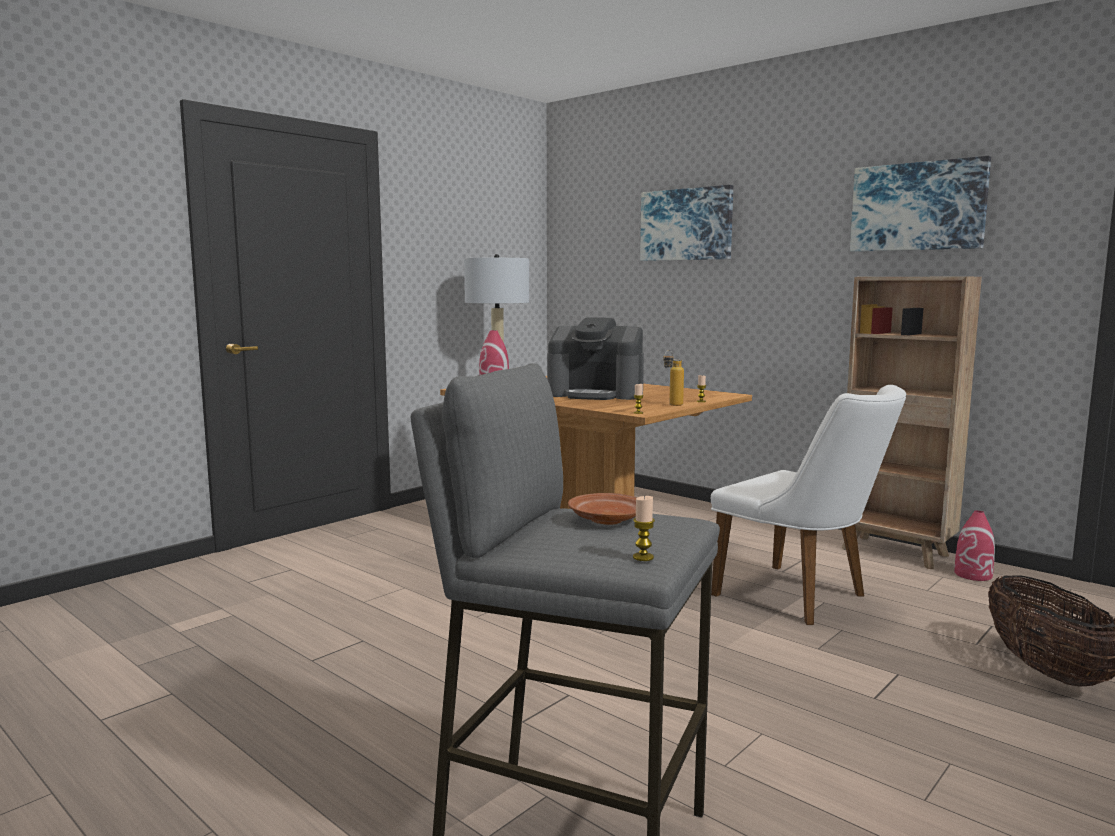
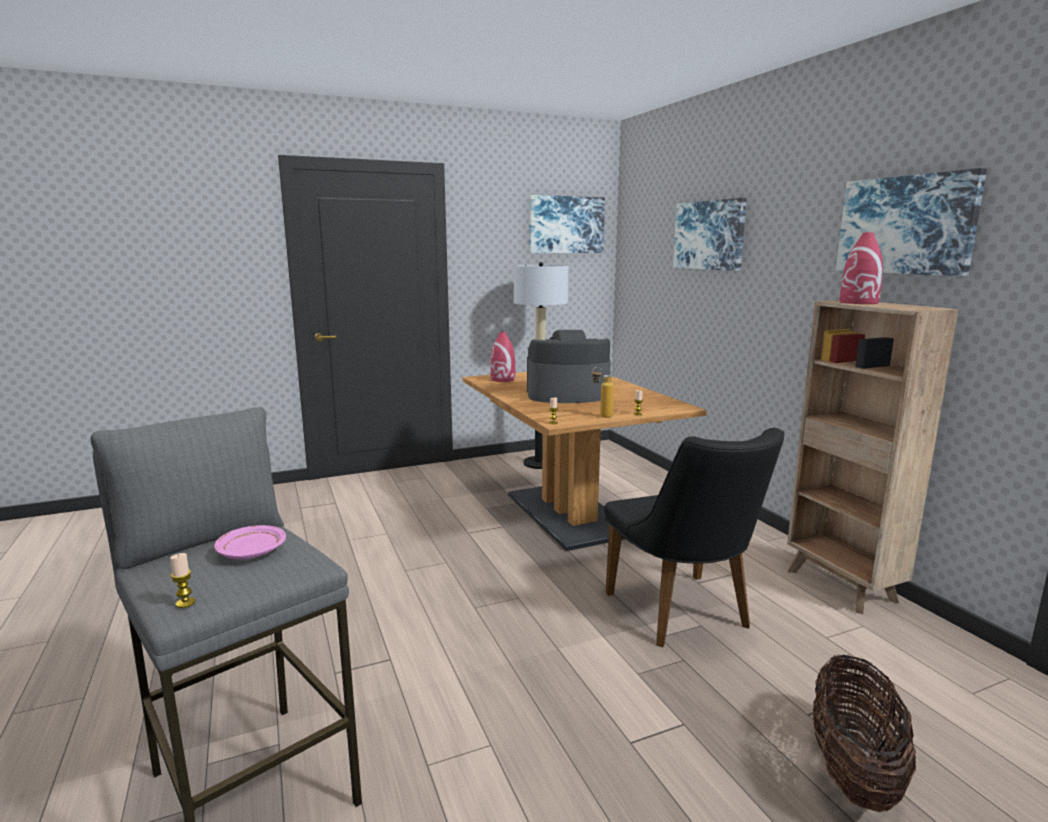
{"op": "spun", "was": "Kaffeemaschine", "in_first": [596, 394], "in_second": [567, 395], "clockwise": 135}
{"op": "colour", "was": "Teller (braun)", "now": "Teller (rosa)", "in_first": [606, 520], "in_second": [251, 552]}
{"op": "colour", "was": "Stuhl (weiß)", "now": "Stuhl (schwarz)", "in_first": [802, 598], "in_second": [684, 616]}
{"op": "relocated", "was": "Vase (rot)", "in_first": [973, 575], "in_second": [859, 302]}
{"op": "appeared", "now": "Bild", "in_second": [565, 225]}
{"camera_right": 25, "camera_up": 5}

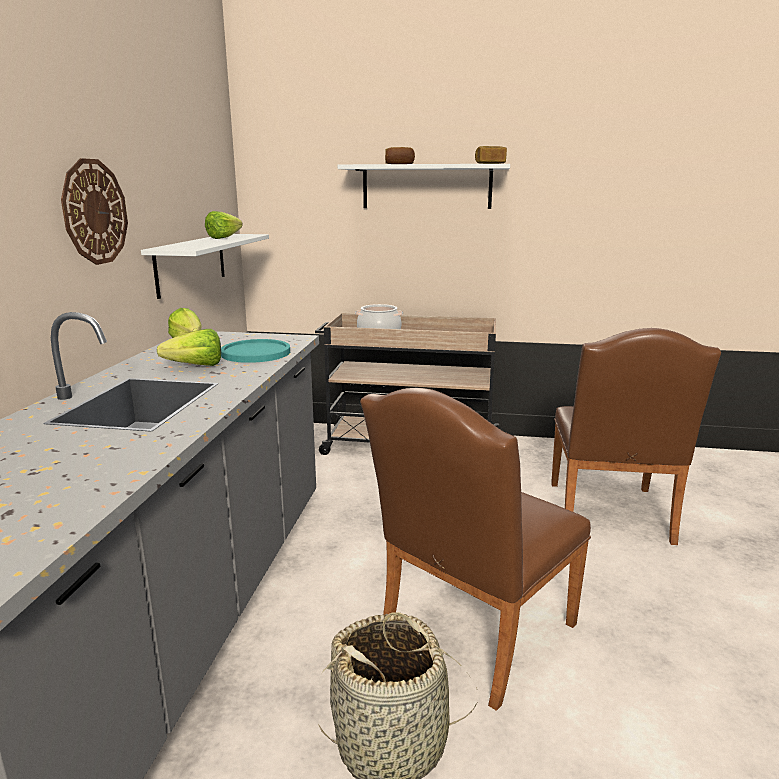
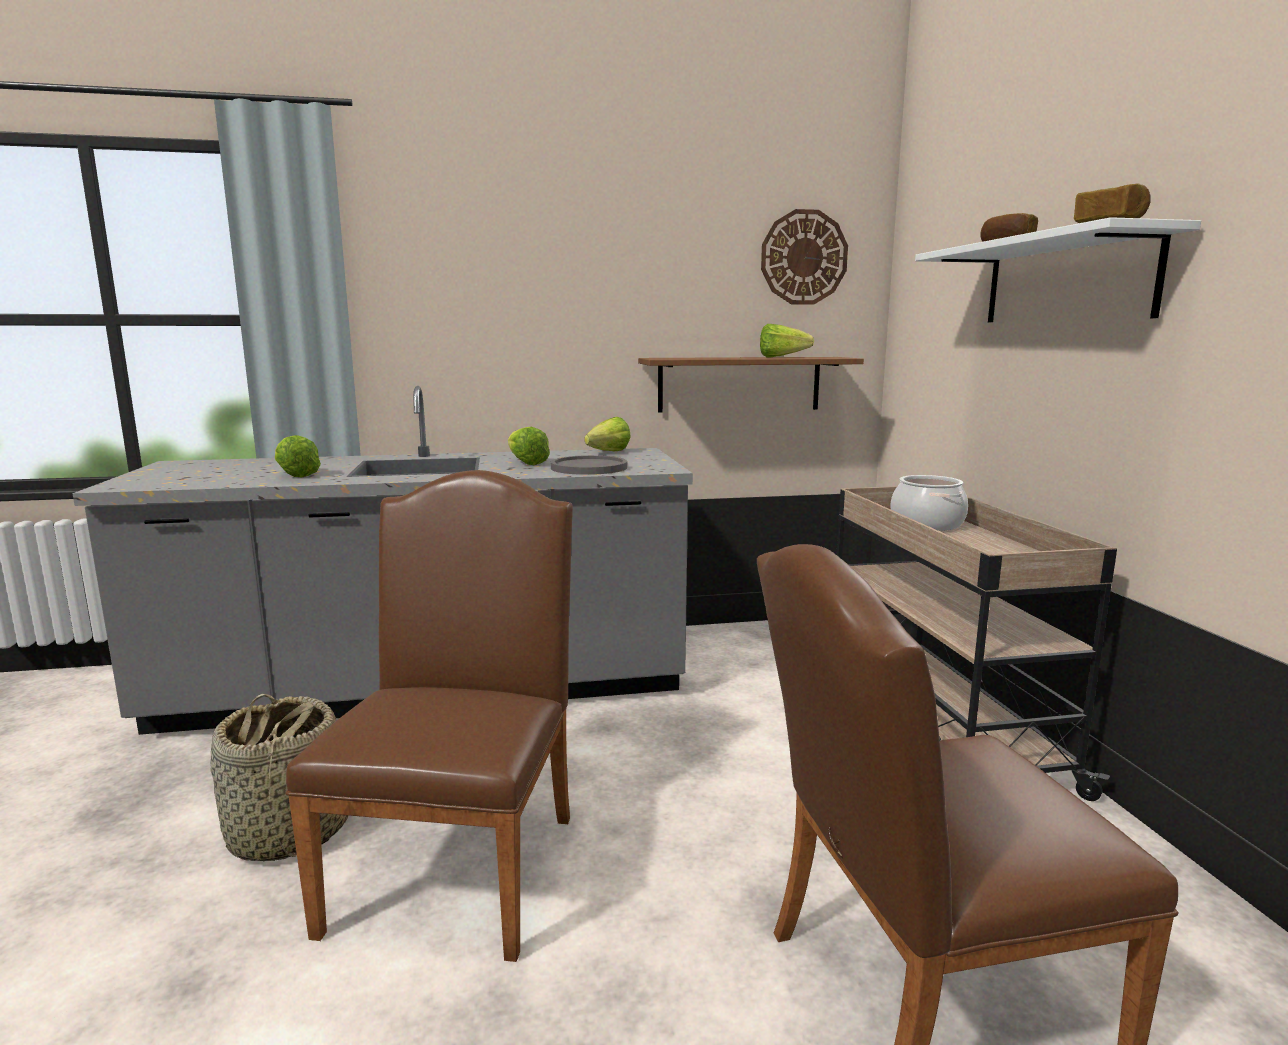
{"op": "relocated", "was": "Wanduhr", "in_first": [95, 212], "in_second": [804, 257]}
{"op": "colour", "was": "Wandregal (weiß)", "now": "Wandregal (braun)", "in_first": [191, 263], "in_second": [739, 384]}
{"op": "colour", "was": "Teller (türkis)", "now": "Teller (grau)", "in_first": [255, 353], "in_second": [589, 467]}
{"op": "spun", "was": "Stuhl (braun)", "in_first": [470, 636], "in_second": [461, 859], "clockwise": 75}
{"op": "appeared", "now": "Salatkopf", "in_second": [295, 474]}
{"camera_right": 70, "camera_up": -5}

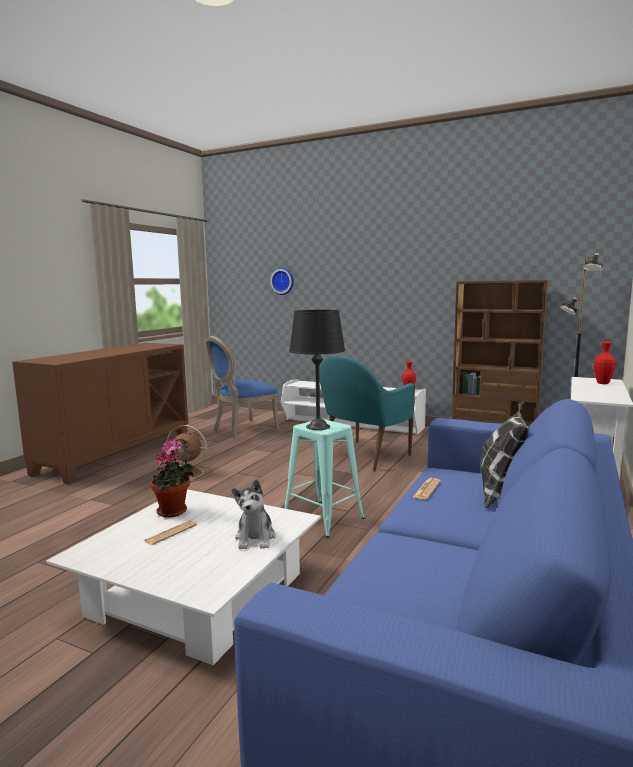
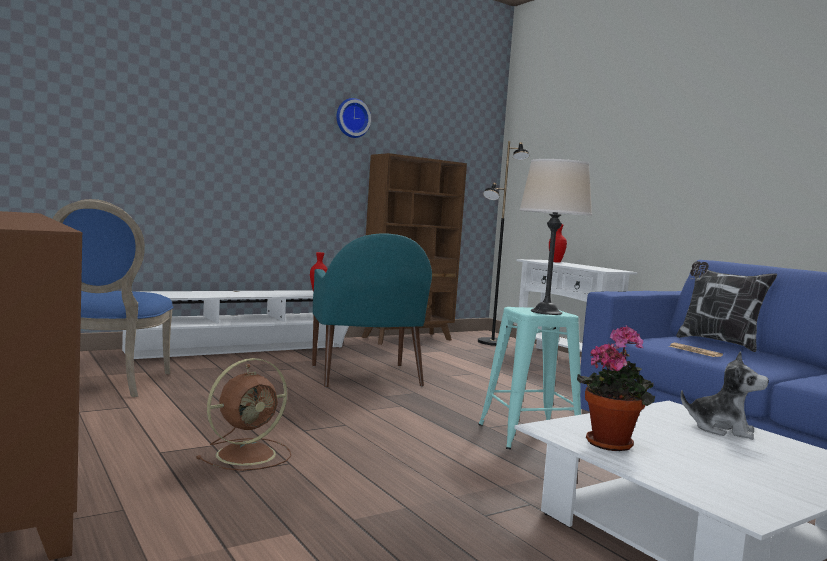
{"op": "missing", "was": "Zeitung", "in_first": [170, 533]}
{"op": "relocated", "was": "Wanduhr", "in_first": [283, 281], "in_second": [352, 118]}
{"op": "colour", "was": "Tischlampe (schwarz)", "now": "Tischlampe (beige)", "in_first": [318, 427], "in_second": [546, 312]}
{"camera_right": -60, "camera_up": -5}

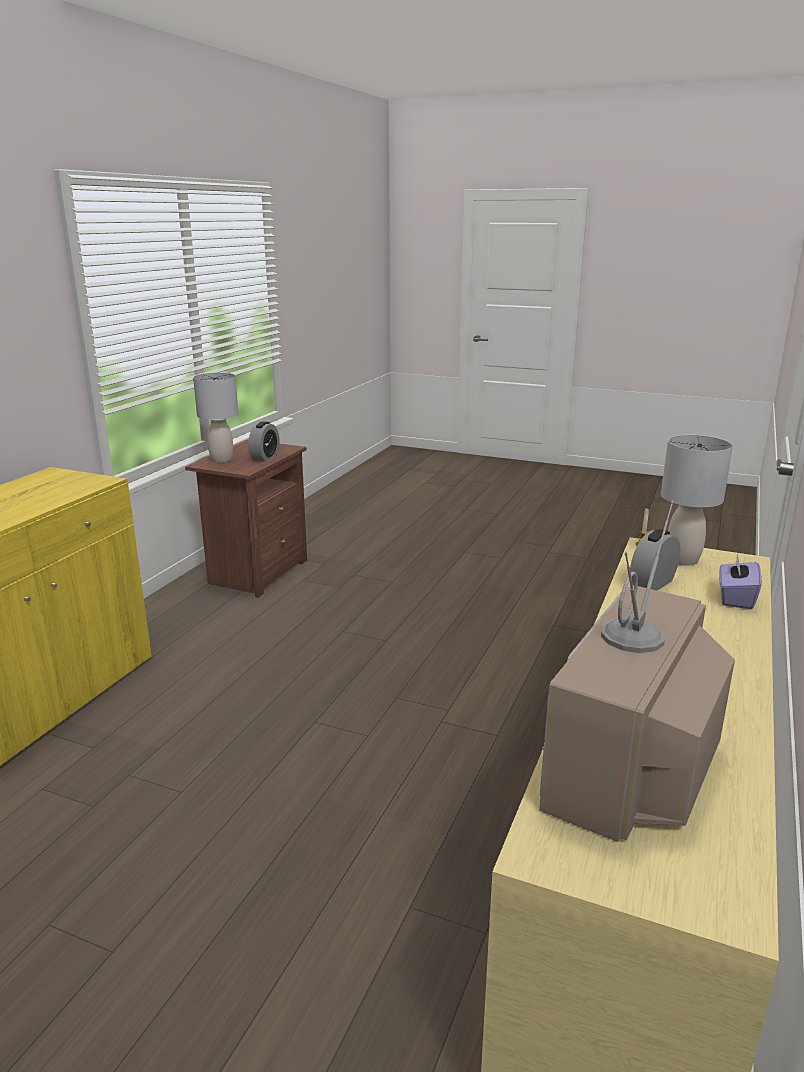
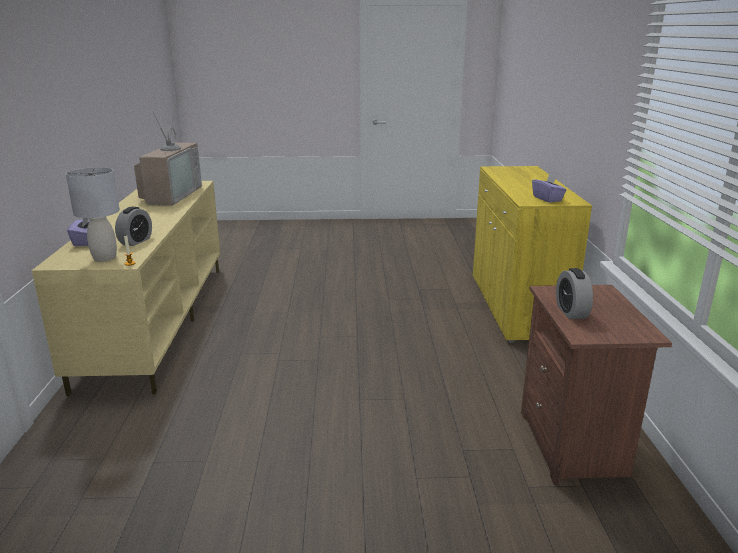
{"op": "missing", "was": "Tischlampe (grau)", "in_first": [221, 459]}
{"op": "appeared", "now": "Taschentuchbox (lila)", "in_second": [547, 199]}
{"camera_right": 155, "camera_up": 0}

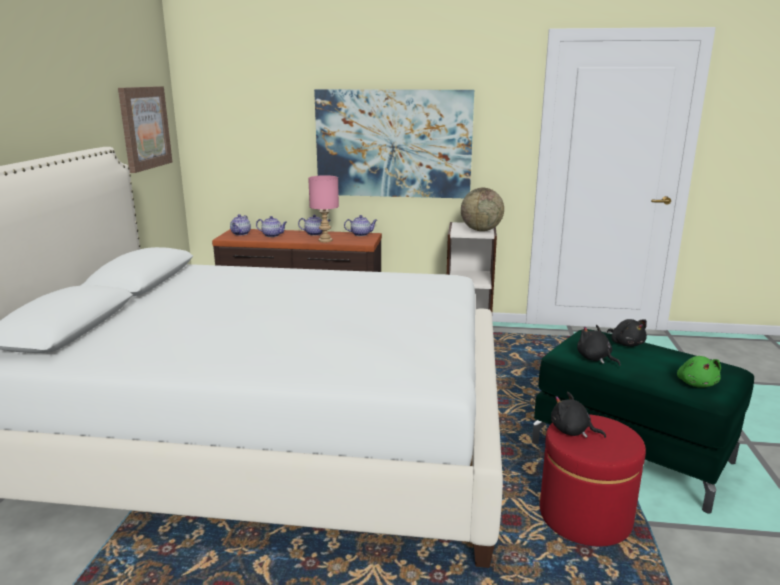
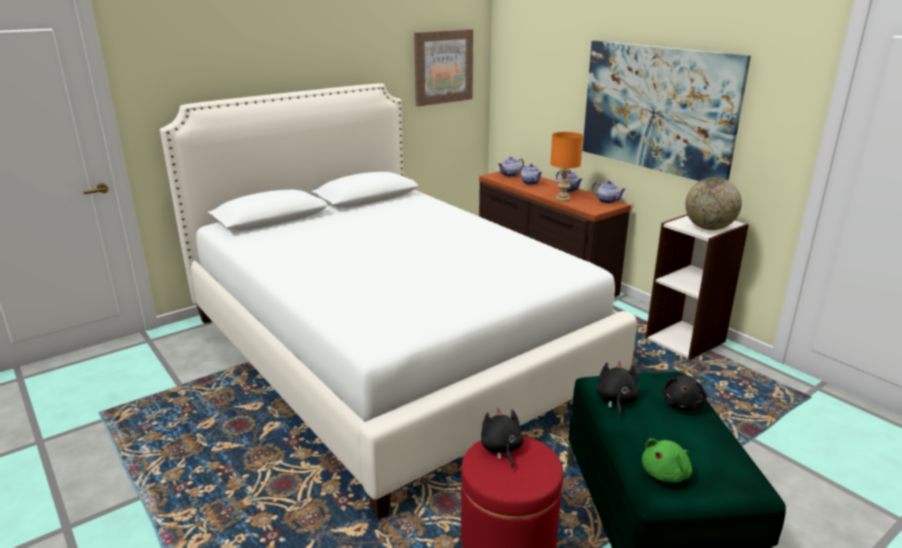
{"op": "colour", "was": "Tischlampe (rosa)", "now": "Tischlampe (orange)", "in_first": [326, 240], "in_second": [563, 199]}
{"camera_right": 45, "camera_up": 5}

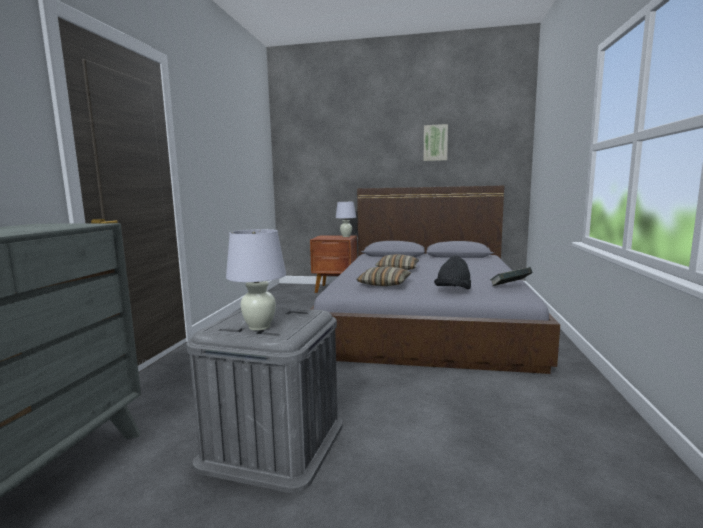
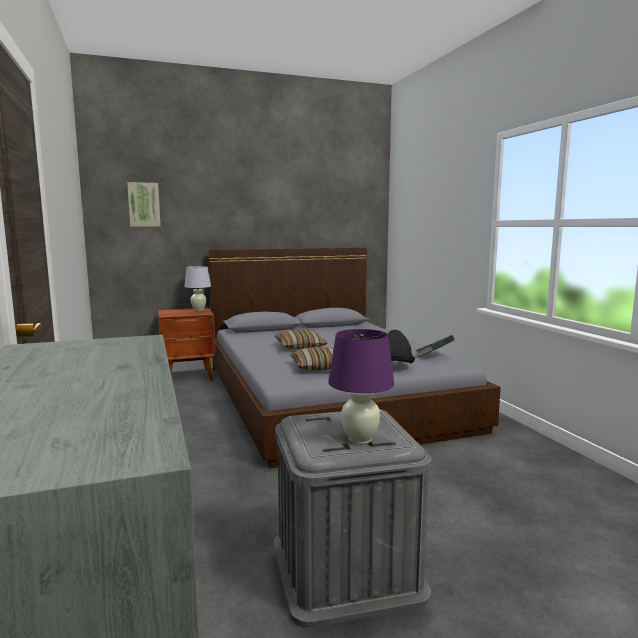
{"op": "colour", "was": "Tischlampe (weiß)", "now": "Tischlampe (lila)", "in_first": [260, 327], "in_second": [360, 439]}
{"op": "relocated", "was": "Bild", "in_first": [435, 143], "in_second": [144, 204]}
{"camera_right": -30, "camera_up": 0}

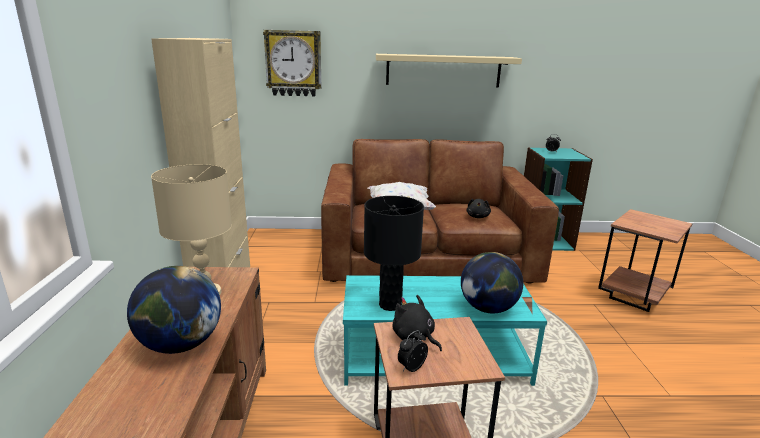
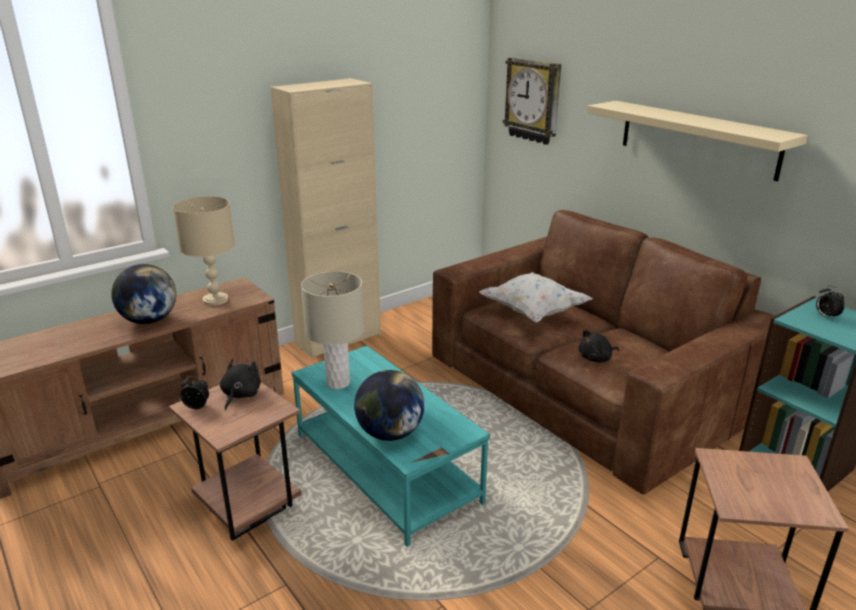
{"op": "colour", "was": "Tischlampe (schwarz)", "now": "Tischlampe (beige)", "in_first": [390, 305], "in_second": [338, 383]}
{"camera_right": 55, "camera_up": 5}

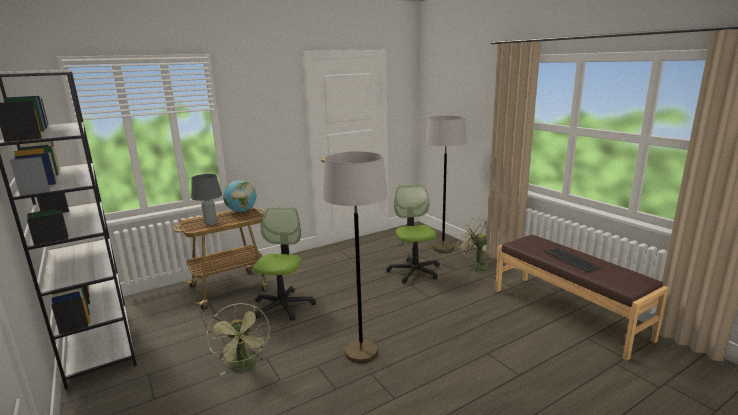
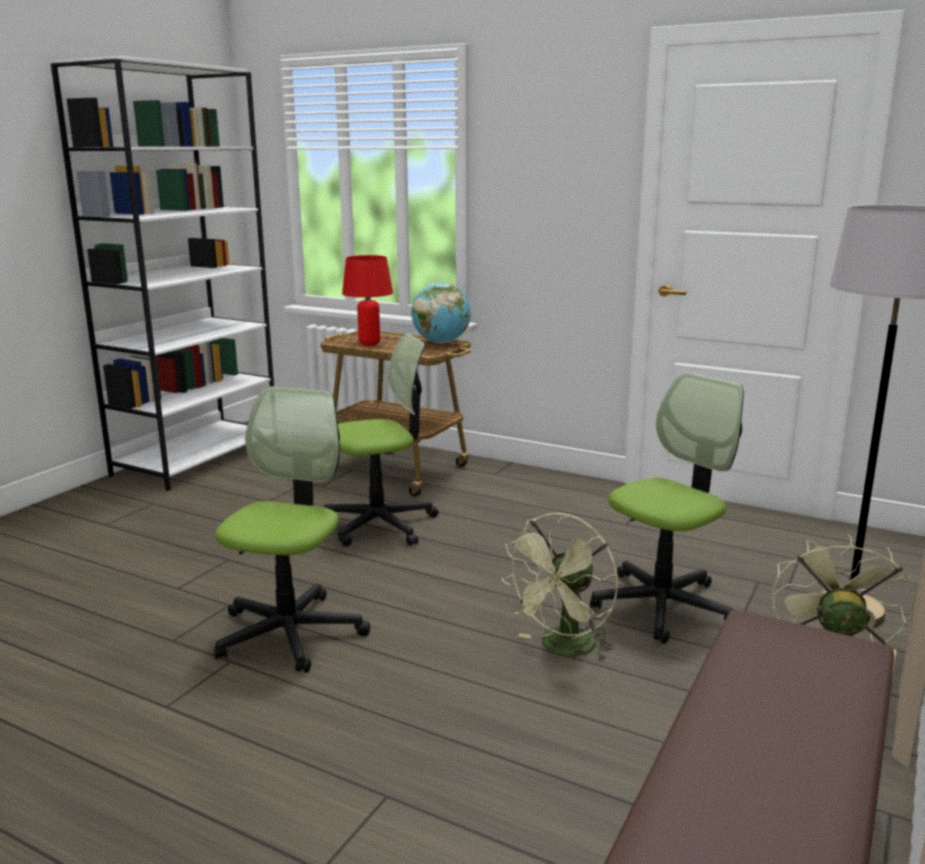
{"op": "colour", "was": "Tischlampe (grau)", "now": "Tischlampe (rot)", "in_first": [211, 224], "in_second": [369, 343]}
{"op": "relocated", "was": "Ventilator (grün)", "in_first": [244, 367], "in_second": [563, 649]}
{"op": "exchanged", "was": "Stehlampe (grau)", "now": "Bürostuhl", "in_first": [361, 352], "in_second": [290, 633]}
{"op": "missing", "was": "Tastatur", "in_first": [571, 260]}
{"camera_right": 60, "camera_up": 0}

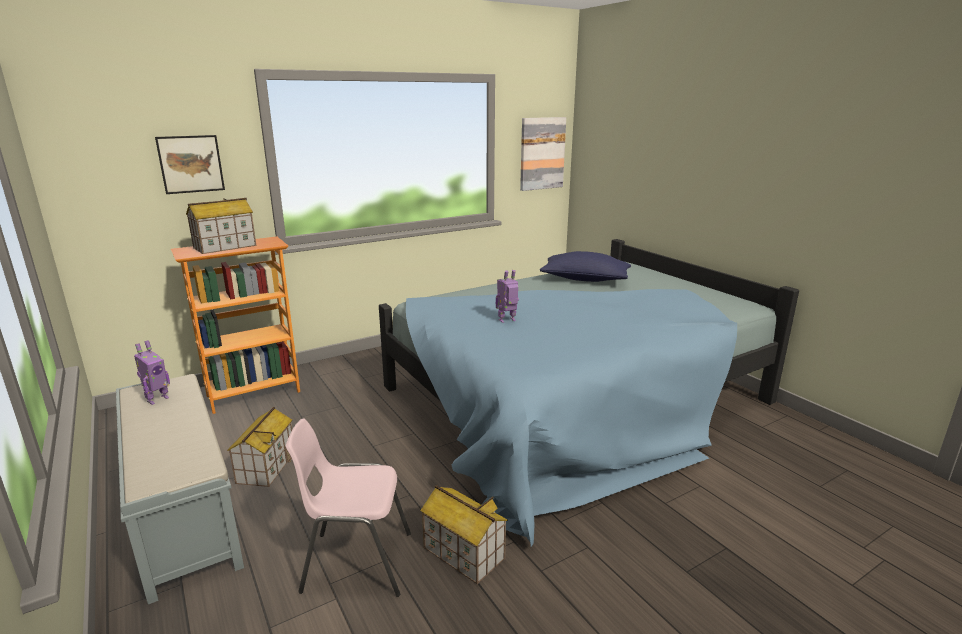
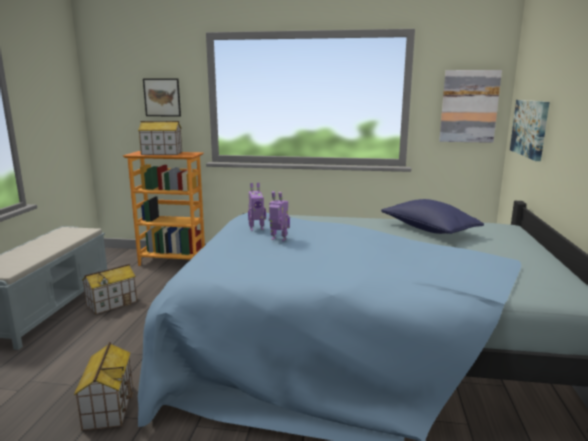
{"op": "relocated", "was": "Spielzeugroboter", "in_first": [157, 399], "in_second": [256, 228]}
{"op": "missing", "was": "Stuhl (rosa)", "in_first": [356, 562]}
{"op": "appeared", "now": "Bild", "in_second": [530, 128]}
{"camera_right": 40, "camera_up": -5}

